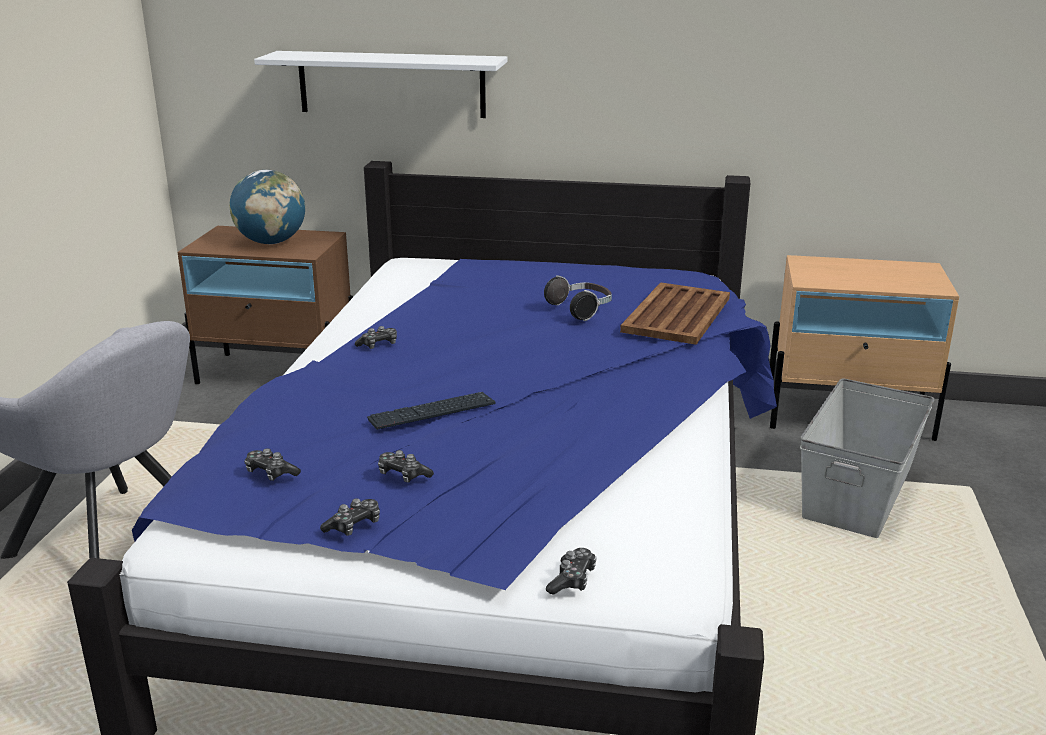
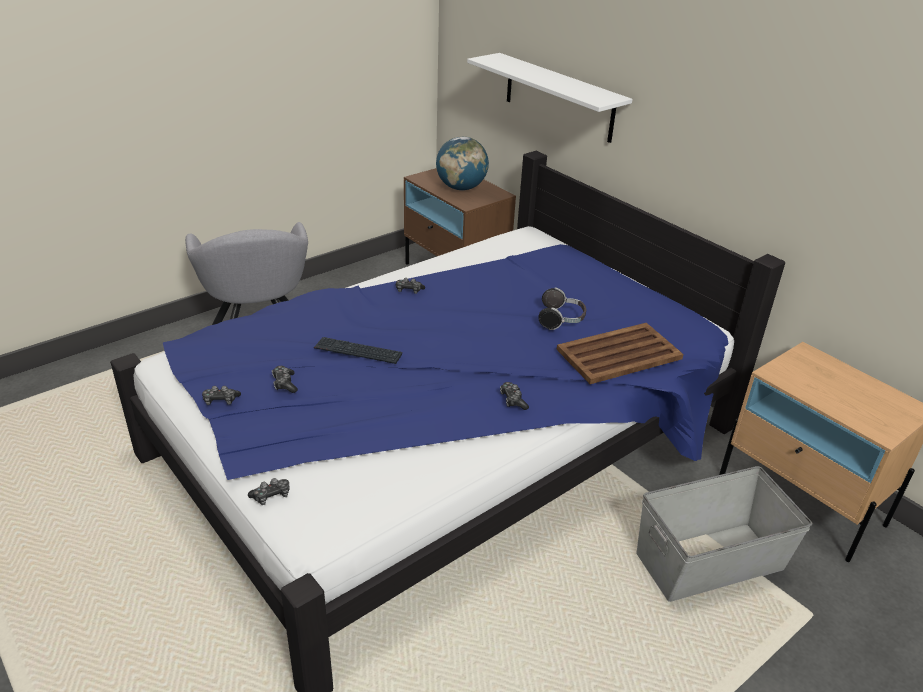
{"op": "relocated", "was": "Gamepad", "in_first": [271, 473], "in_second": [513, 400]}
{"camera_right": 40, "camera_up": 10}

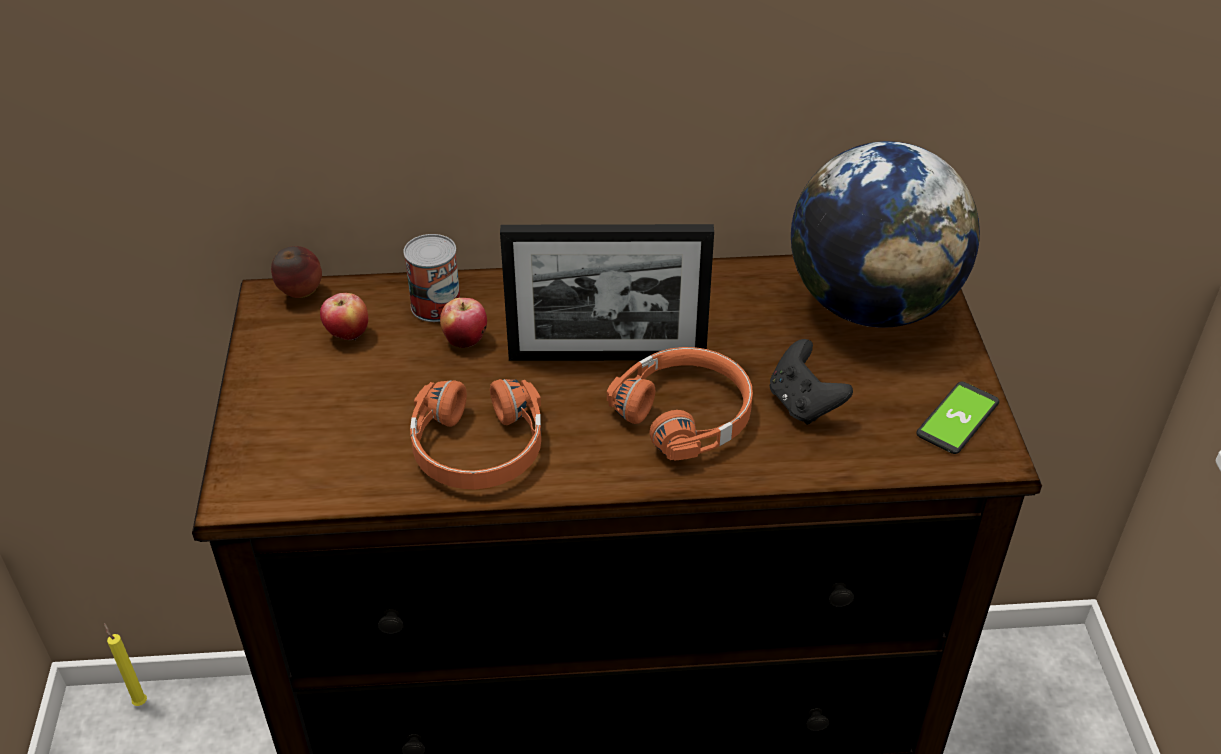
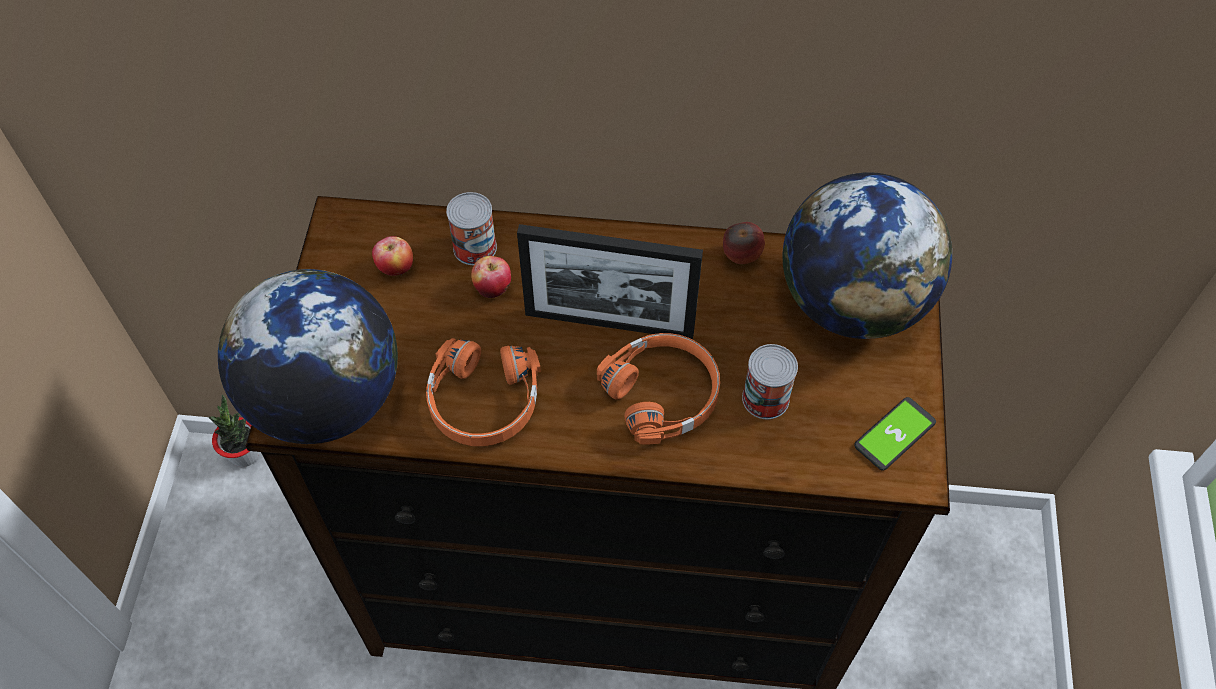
{"op": "exchanged", "was": "Kerze (gelb)", "now": "Topfpflanze", "in_first": [139, 701], "in_second": [244, 454]}
{"op": "relocated", "was": "Apfel", "in_first": [300, 294], "in_second": [740, 258]}
{"op": "exchanged", "was": "Gamepad (schwarz)", "now": "Dose", "in_first": [803, 404], "in_second": [765, 398]}
{"op": "appeared", "now": "Globus", "in_second": [325, 399]}
{"camera_right": 10, "camera_up": 15}

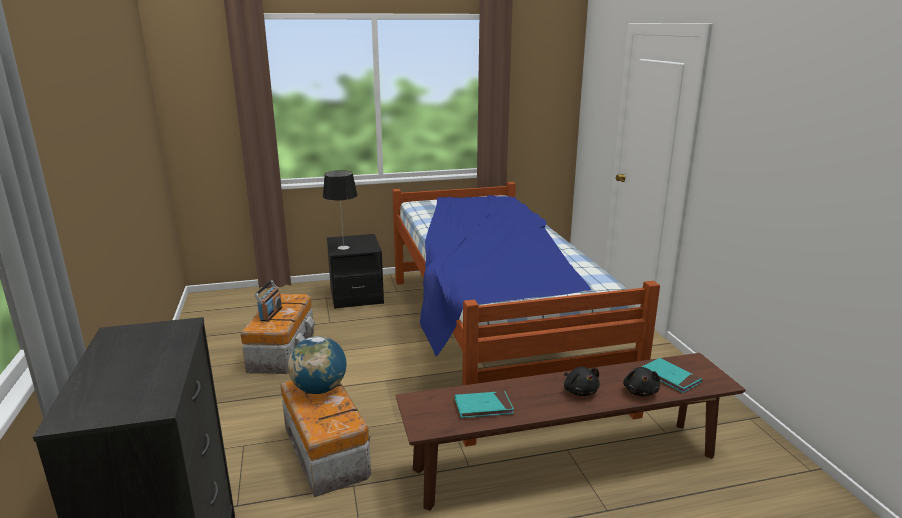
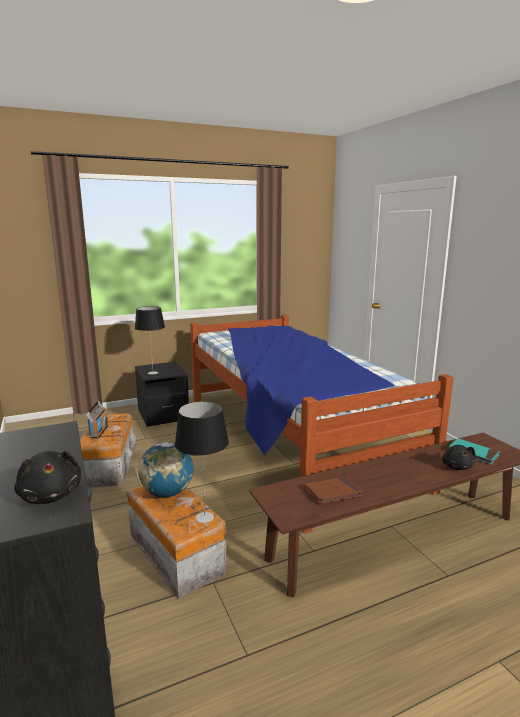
{"op": "colour", "was": "Buch (türkis)", "now": "Buch (braun)", "in_first": [483, 407], "in_second": [333, 492]}
{"op": "relocated", "was": "Plüschtier (schwarz)", "in_first": [580, 391], "in_second": [51, 495]}
{"op": "appeared", "now": "Tischlampe", "in_second": [204, 517]}
{"camera_right": -10, "camera_up": -5}

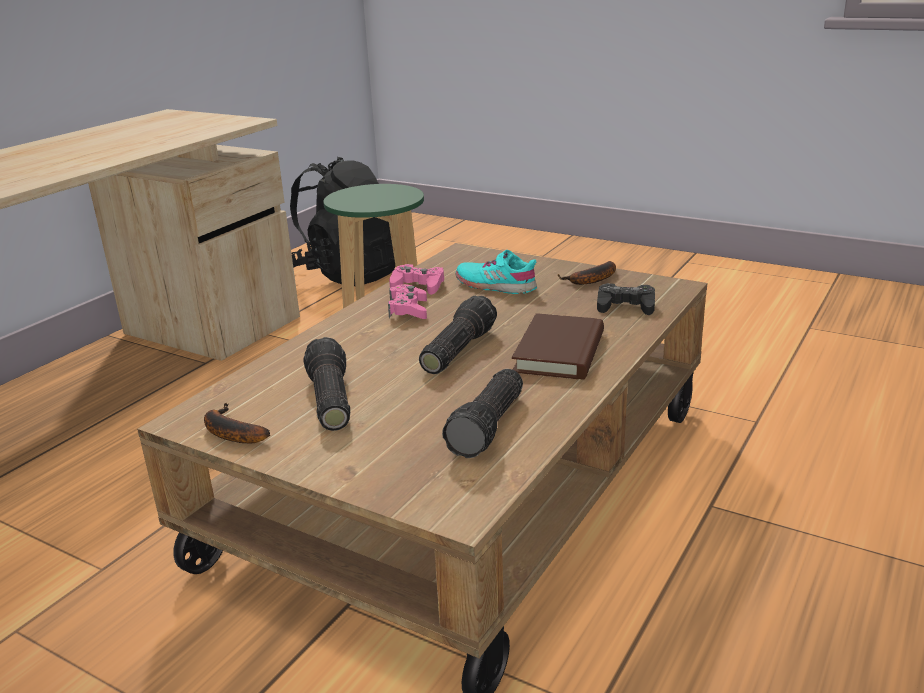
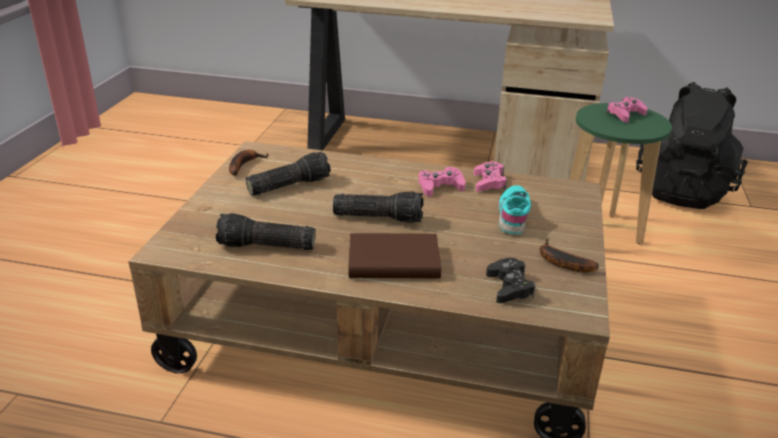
{"op": "appeared", "now": "Gamepad (rosa)", "in_second": [625, 114]}
{"camera_right": 70, "camera_up": 5}

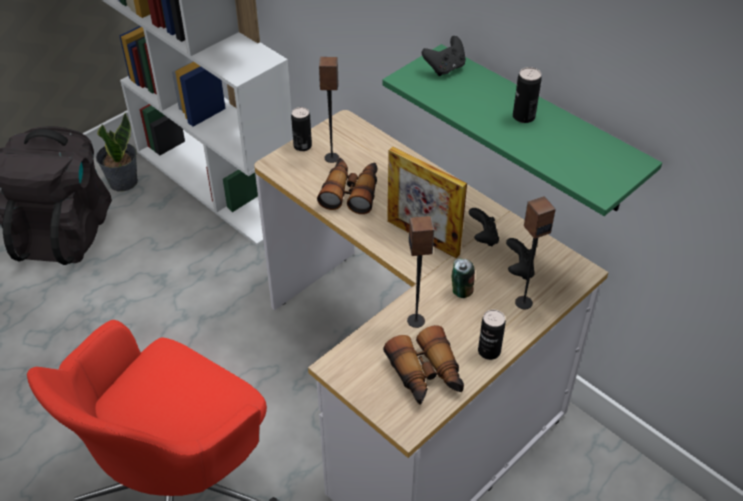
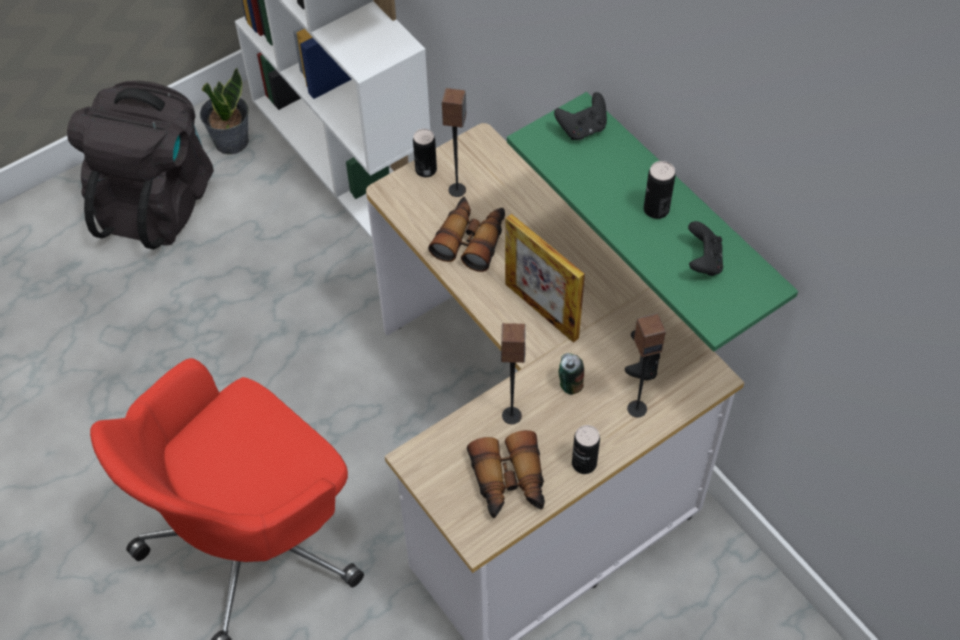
{"op": "relocated", "was": "Gamepad (schwarz)", "in_first": [483, 237], "in_second": [703, 261]}
{"camera_right": 10, "camera_up": 10}

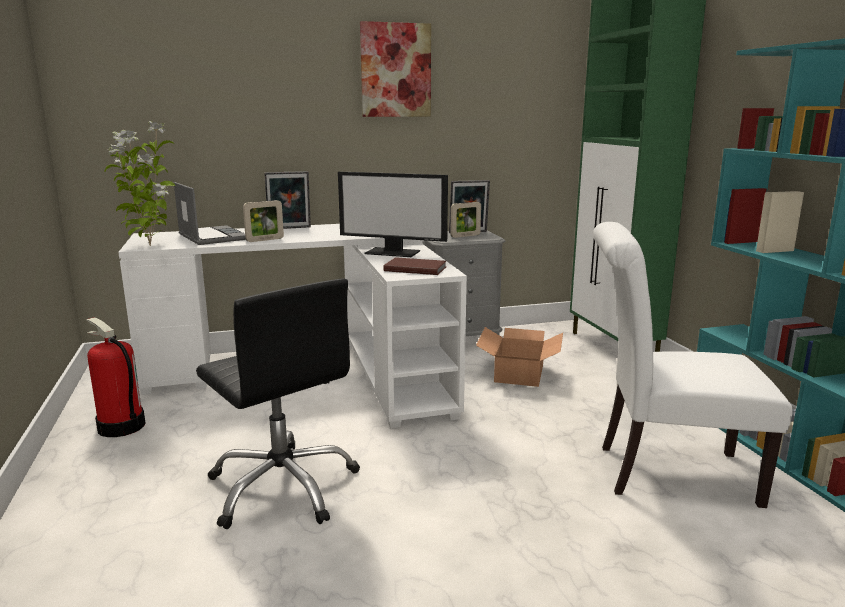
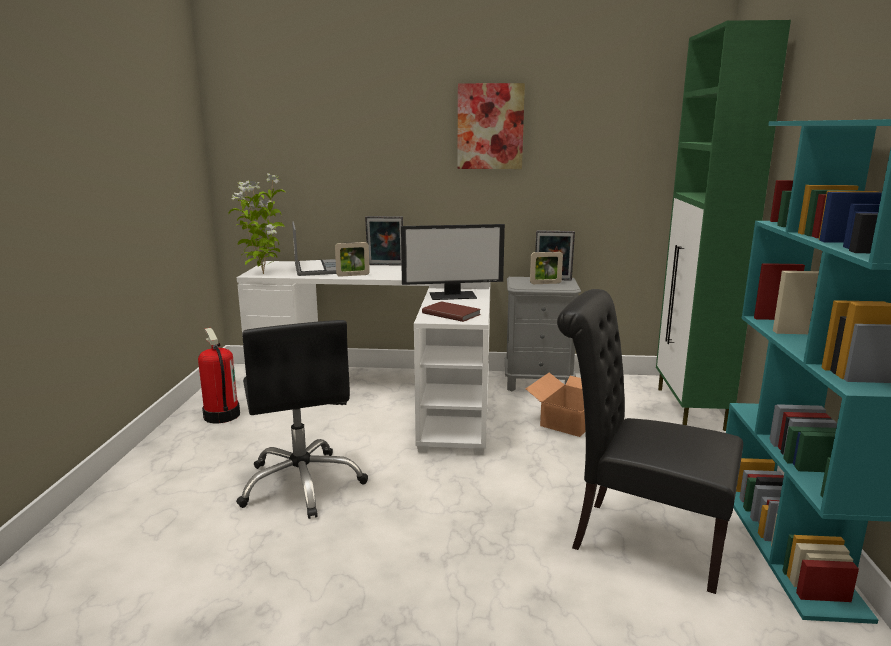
{"op": "spun", "was": "Monitor", "in_first": [393, 252], "in_second": [453, 295], "clockwise": -45}
{"op": "colour", "was": "Stuhl (weiß)", "now": "Stuhl (schwarz)", "in_first": [665, 473], "in_second": [638, 539]}
{"camera_right": 20, "camera_up": 0}

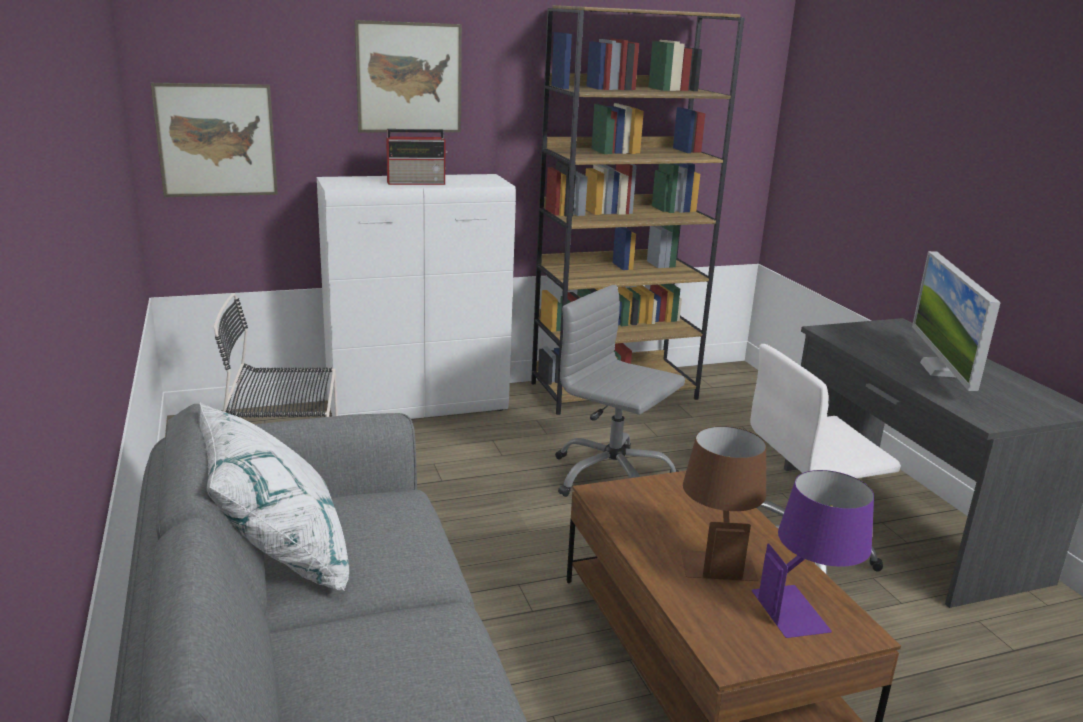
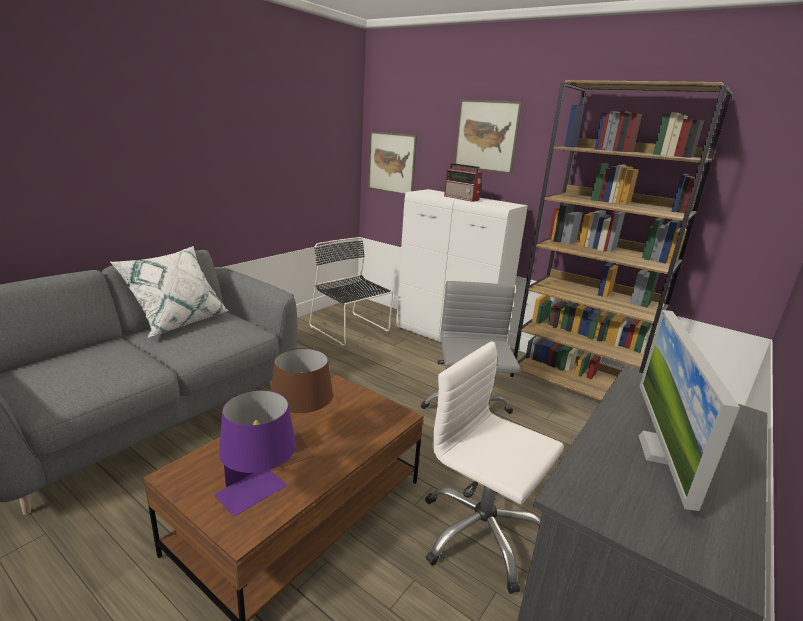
{"op": "spun", "was": "Monitor", "in_first": [941, 369], "in_second": [661, 451], "clockwise": -45}
{"camera_right": 55, "camera_up": 0}

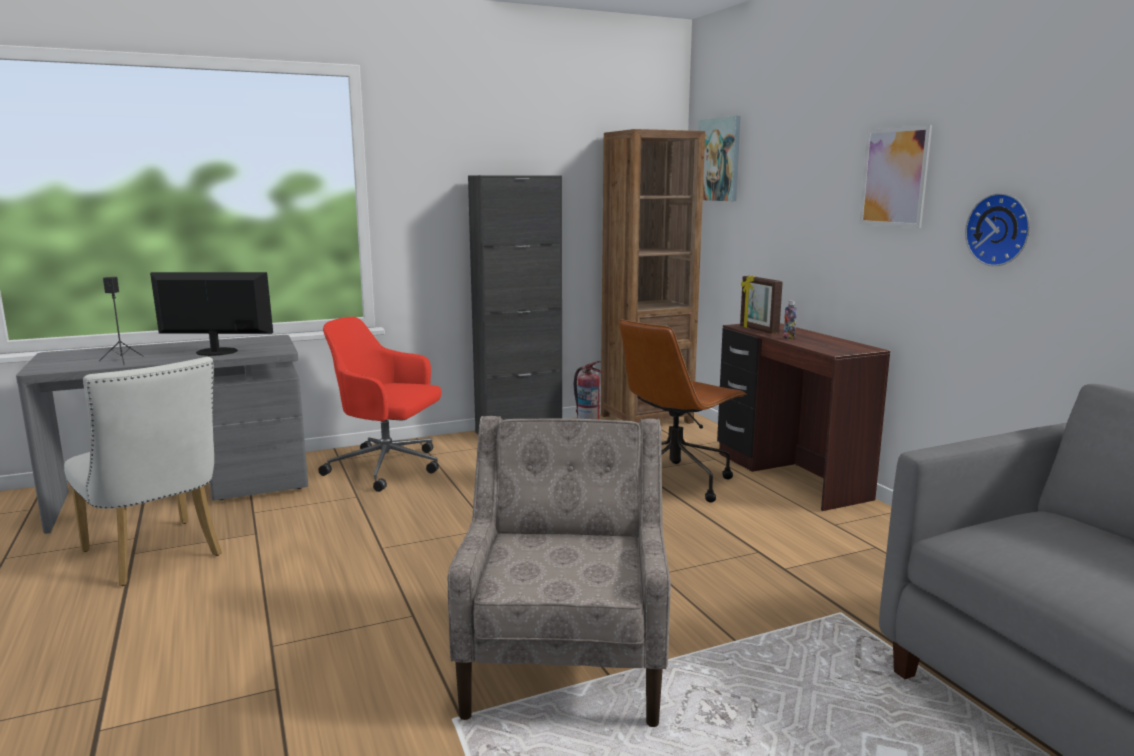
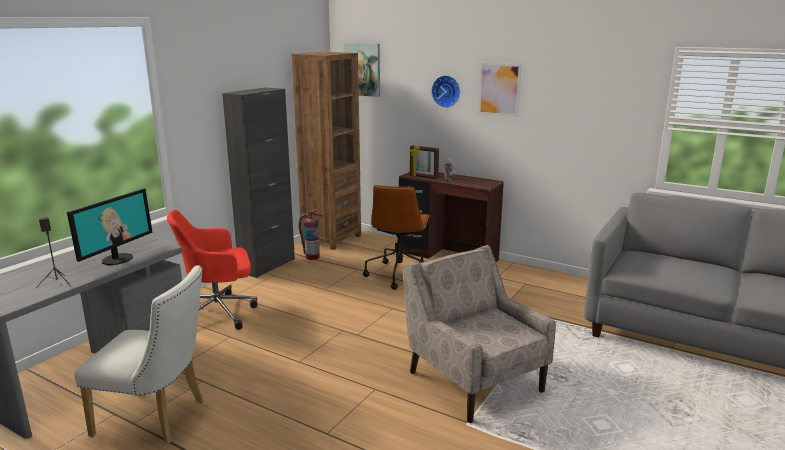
{"op": "spun", "was": "Monitor", "in_first": [216, 352], "in_second": [117, 259], "clockwise": 150}
{"op": "relocated", "was": "Wanduhr", "in_first": [1000, 229], "in_second": [446, 91]}
{"camera_right": -35, "camera_up": 5}

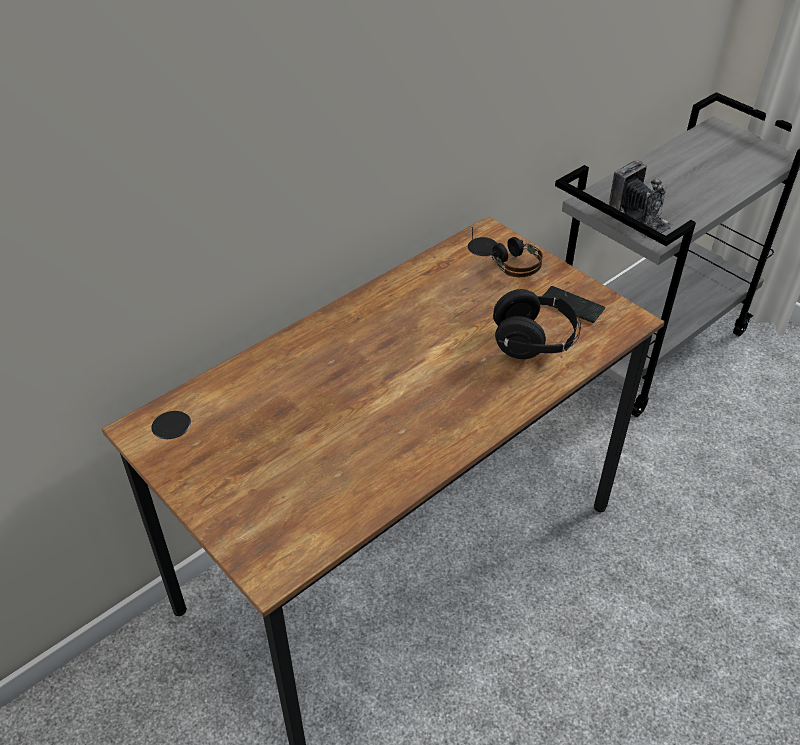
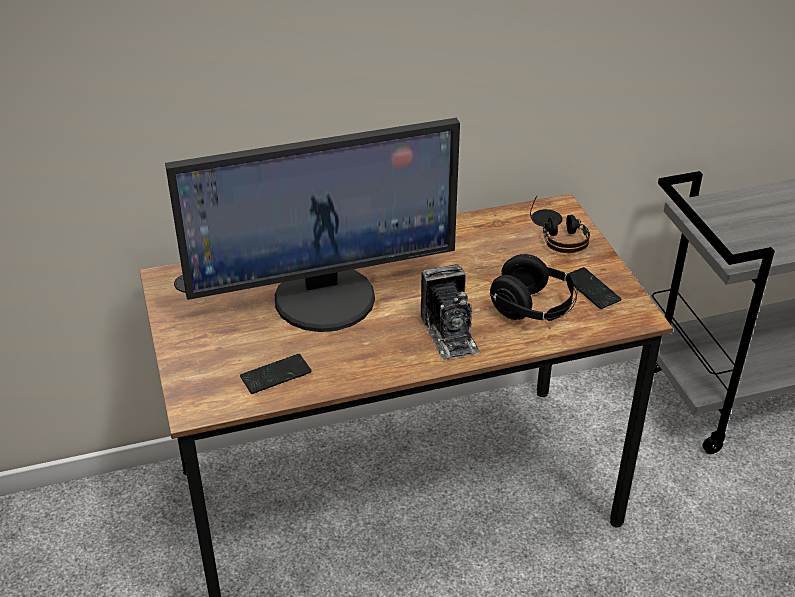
{"op": "relocated", "was": "Kamera", "in_first": [639, 219], "in_second": [449, 333]}
{"op": "appeared", "now": "Monitor", "in_second": [324, 297]}
{"op": "appeared", "now": "Handy", "in_second": [276, 375]}
{"camera_right": 25, "camera_up": -5}

